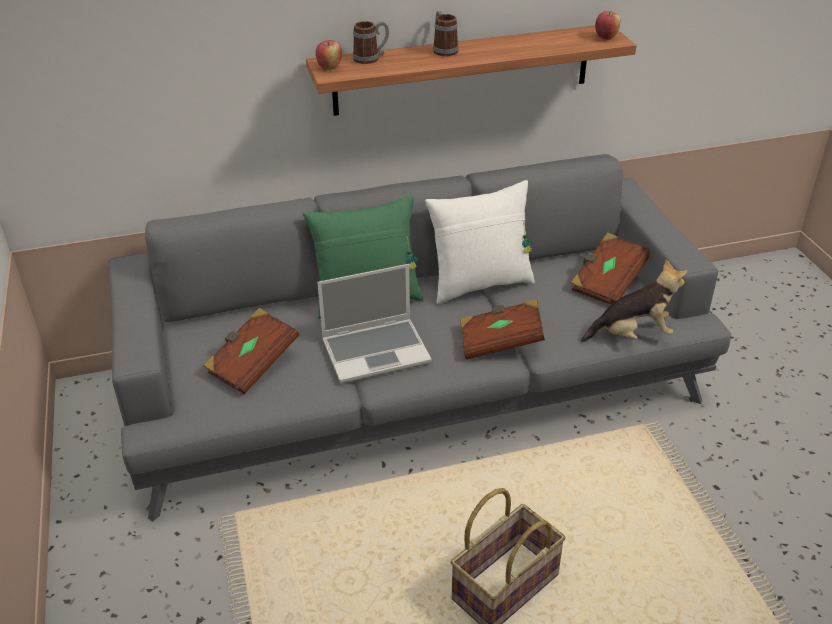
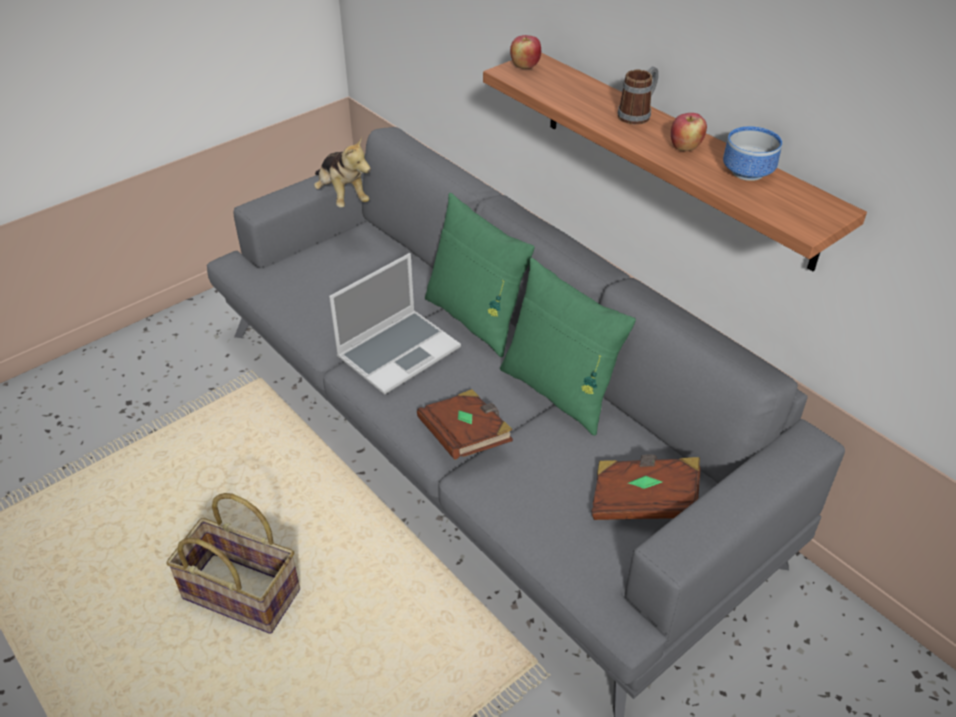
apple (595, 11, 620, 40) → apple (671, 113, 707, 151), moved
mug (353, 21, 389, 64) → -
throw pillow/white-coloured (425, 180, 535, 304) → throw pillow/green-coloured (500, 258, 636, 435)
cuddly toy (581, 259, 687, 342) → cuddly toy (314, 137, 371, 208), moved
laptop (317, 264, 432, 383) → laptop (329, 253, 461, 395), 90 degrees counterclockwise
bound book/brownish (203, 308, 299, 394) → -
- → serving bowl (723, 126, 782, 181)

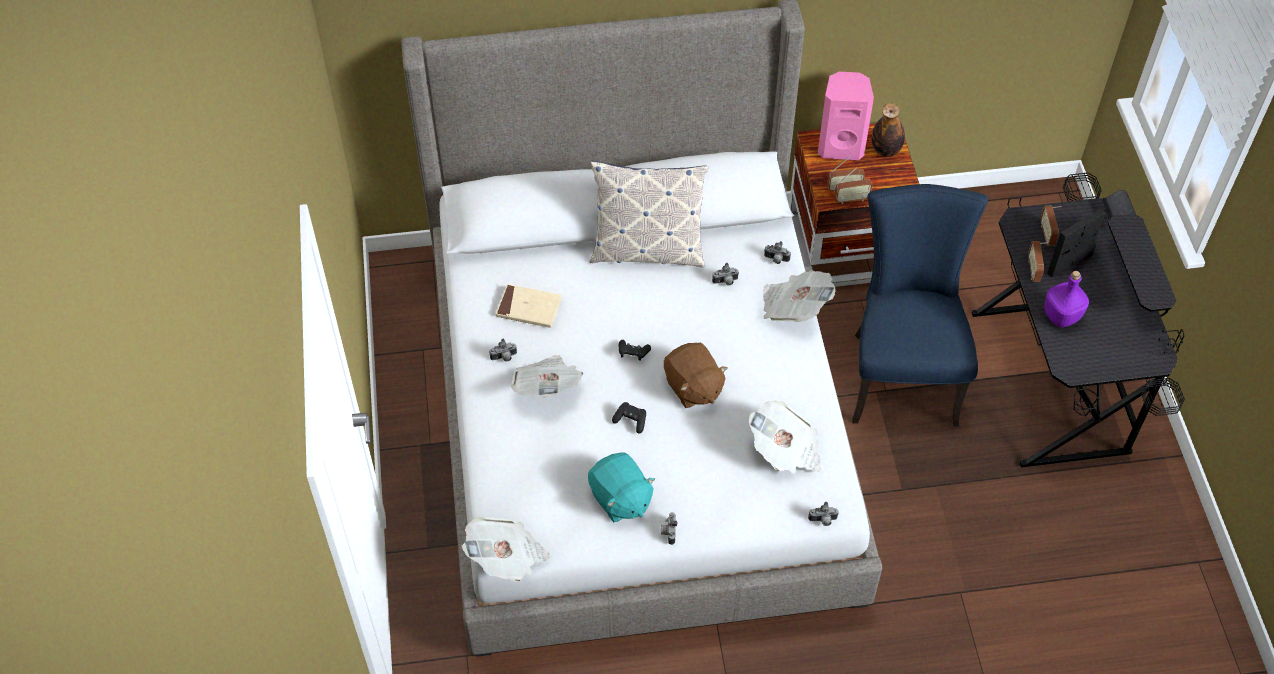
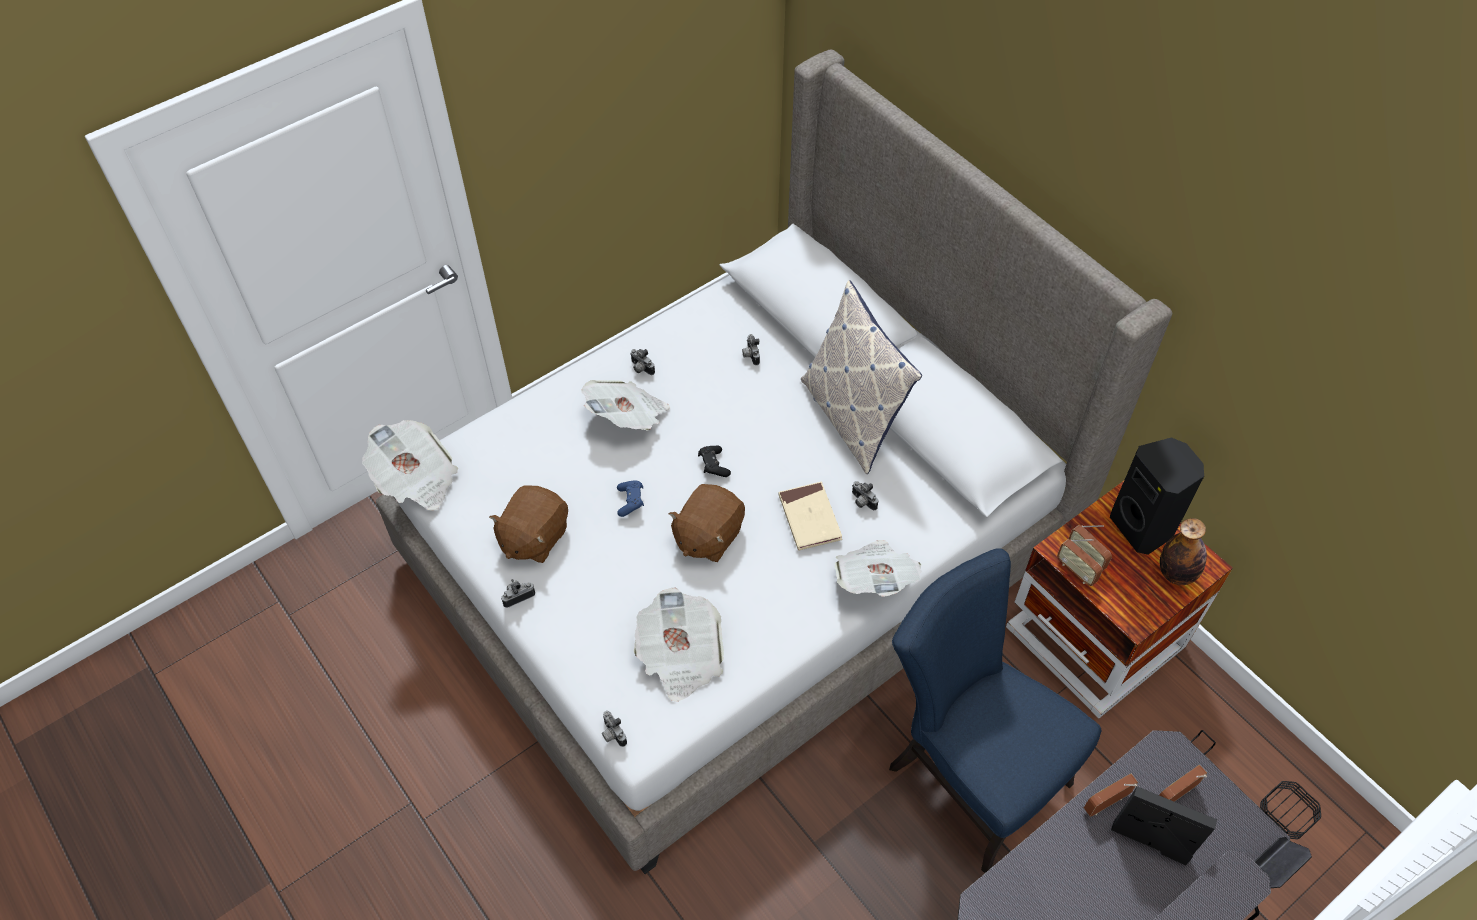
audio speaker/pink (818, 72, 874, 160) → audio speaker/blackish (1110, 437, 1204, 555)
plain chair/blue-coloured (852, 184, 988, 427) → plain chair/blue-coloured (889, 548, 1102, 873), 105 degrees counterclockwise
photo camera (764, 241, 791, 264) → photo camera (742, 334, 760, 365), moved
bottle/purple (1044, 271, 1089, 327) → -
bound book/sand-coloured (496, 284, 562, 328) → bound book/sand-coloured (779, 482, 842, 551), moved
gamepad/blackish (612, 402, 646, 434) → gamepad/blue-coloured (617, 481, 644, 517)
cuddly toy/turquoise-coloured (588, 453, 655, 522) → cuddly toy/brownish (489, 486, 568, 563)

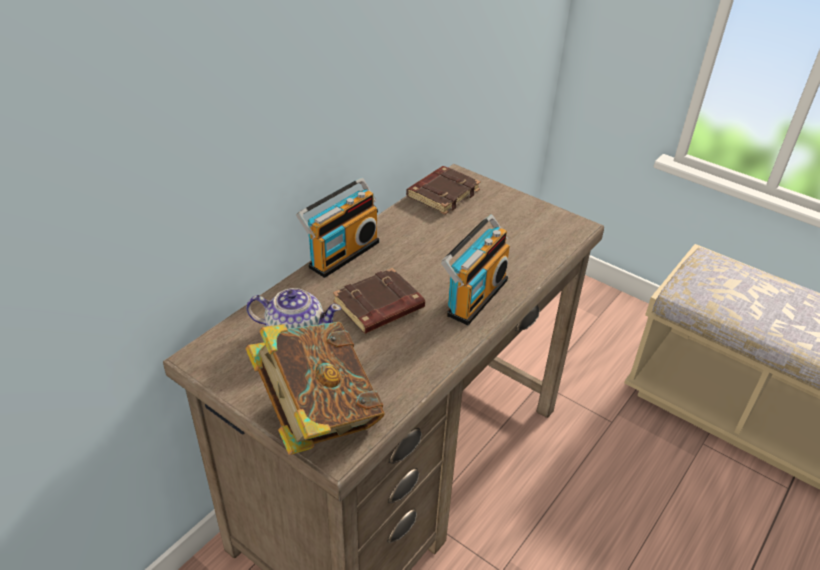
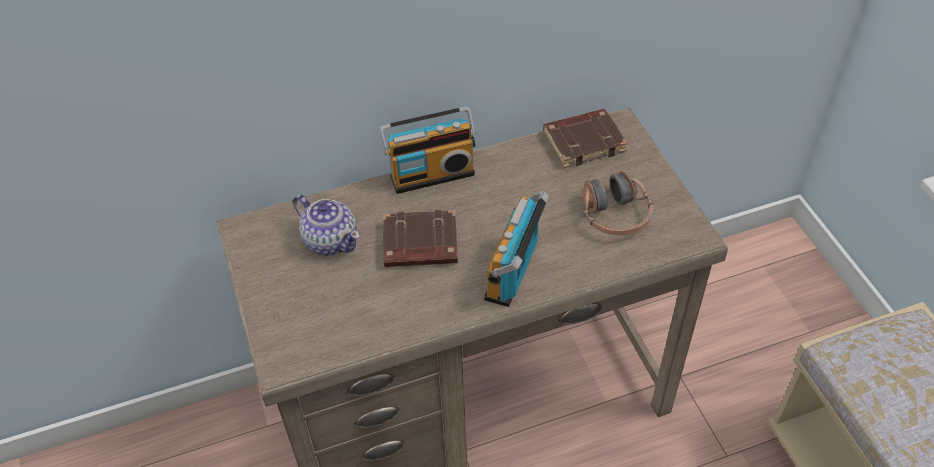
radio set (441, 215, 510, 325) → radio set (484, 191, 549, 307), 135 degrees clockwise
bound book (245, 322, 385, 455) → -
- → pair of headphones (582, 171, 653, 235)

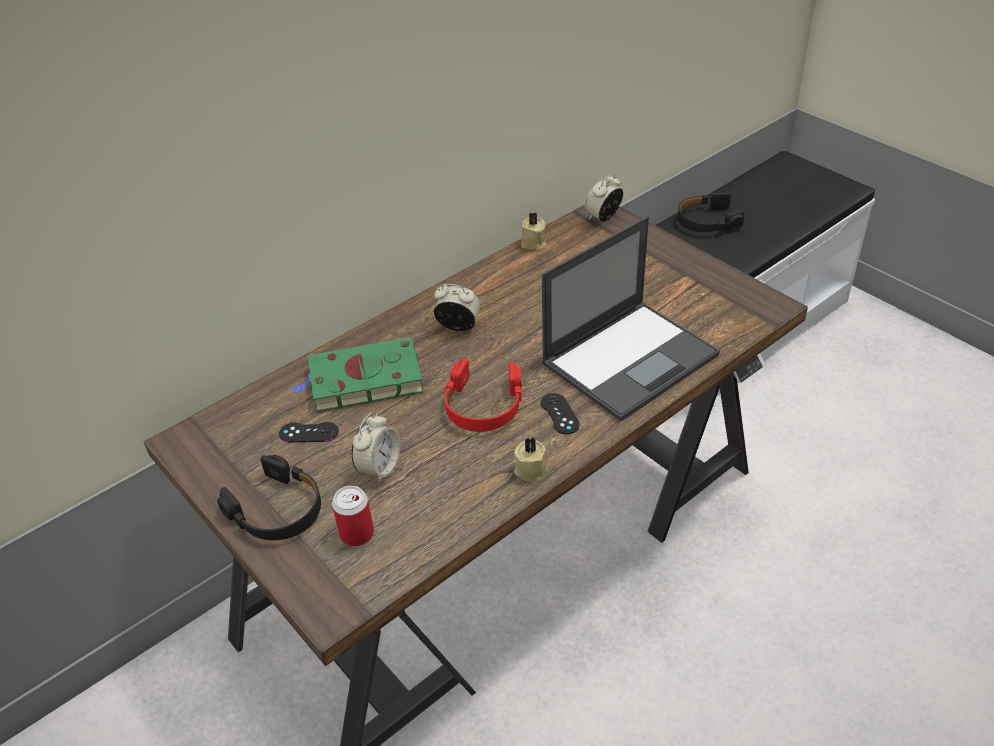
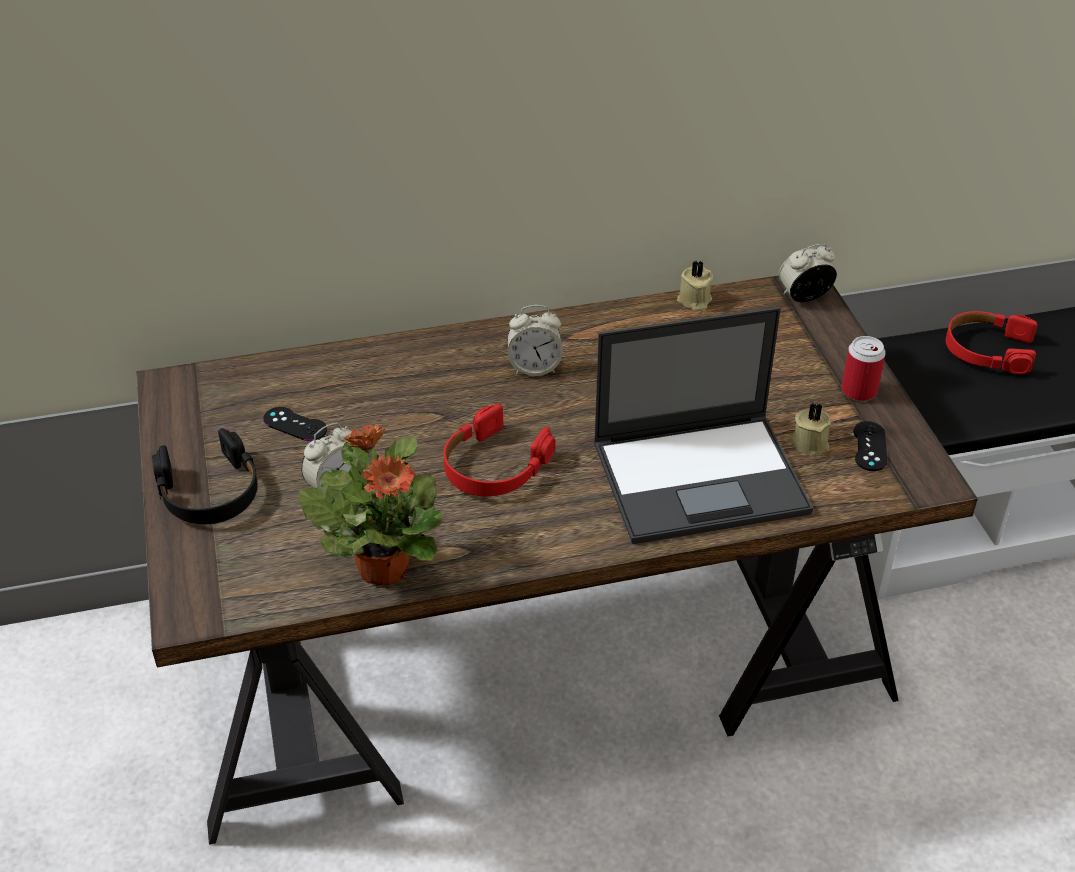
pair of headphones/blackish (677, 191, 744, 232) → pair of headphones/red-coloured (946, 311, 1037, 374)
alarm clock (434, 284, 481, 331) → alarm clock (507, 305, 563, 376), 135 degrees clockwise
bound book/green-coloured (291, 337, 423, 412) → -
gamepad/blackish (541, 393, 580, 434) → gamepad/blackish (854, 421, 887, 471), moved
wax light/sand-coloured (514, 437, 548, 482) → wax light/sand-coloured (790, 403, 831, 457), moved
sealed can (332, 486, 374, 546) → sealed can (841, 336, 886, 401), moved
- → houseplant (297, 425, 443, 586)

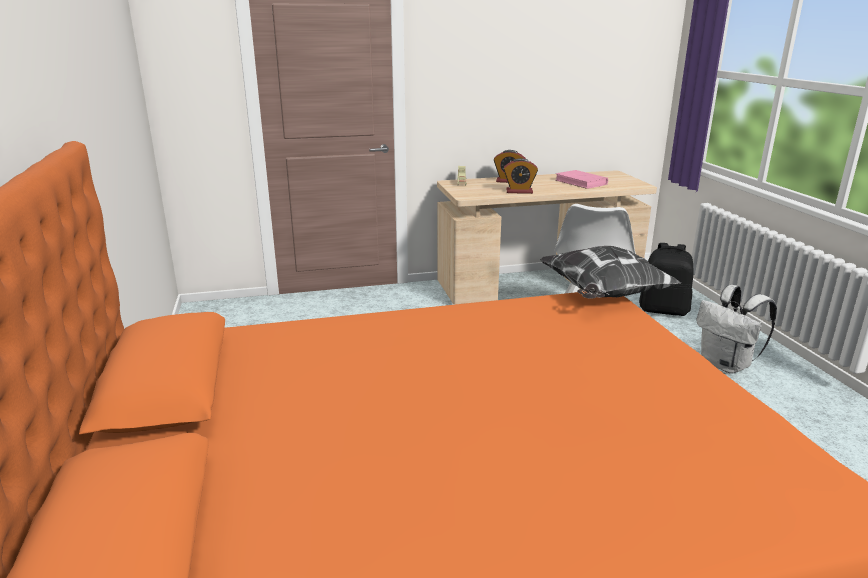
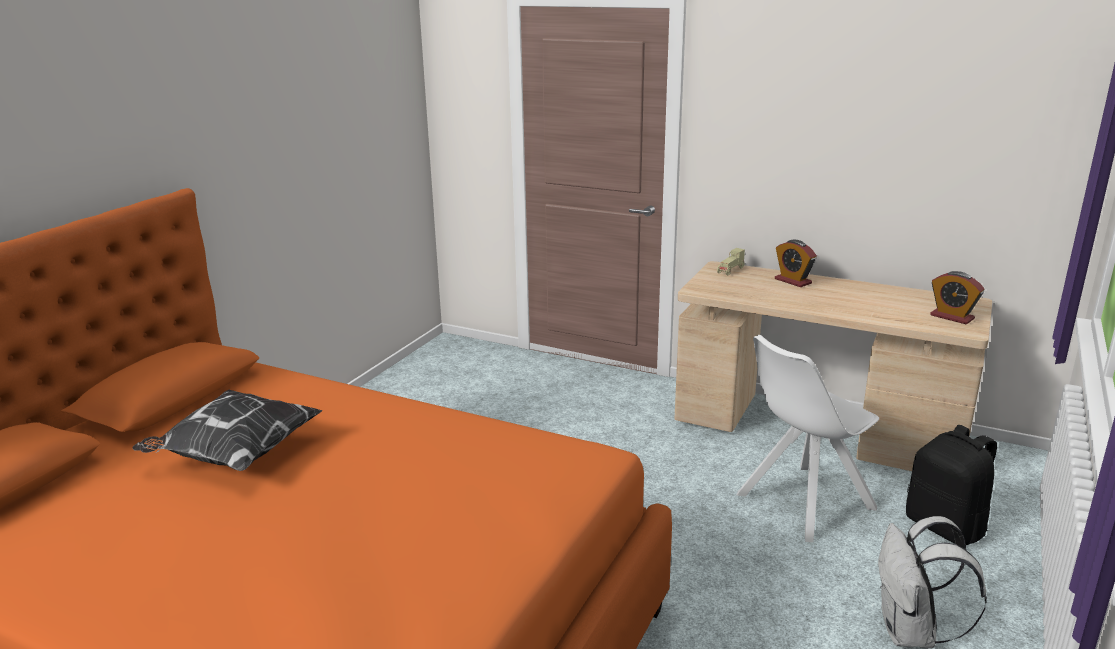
alarm clock (504, 158, 538, 194) → alarm clock (930, 271, 985, 324), moved
bound book/pink (556, 170, 608, 189) → -
throw pillow (540, 246, 681, 299) → throw pillow (132, 390, 323, 471), moved

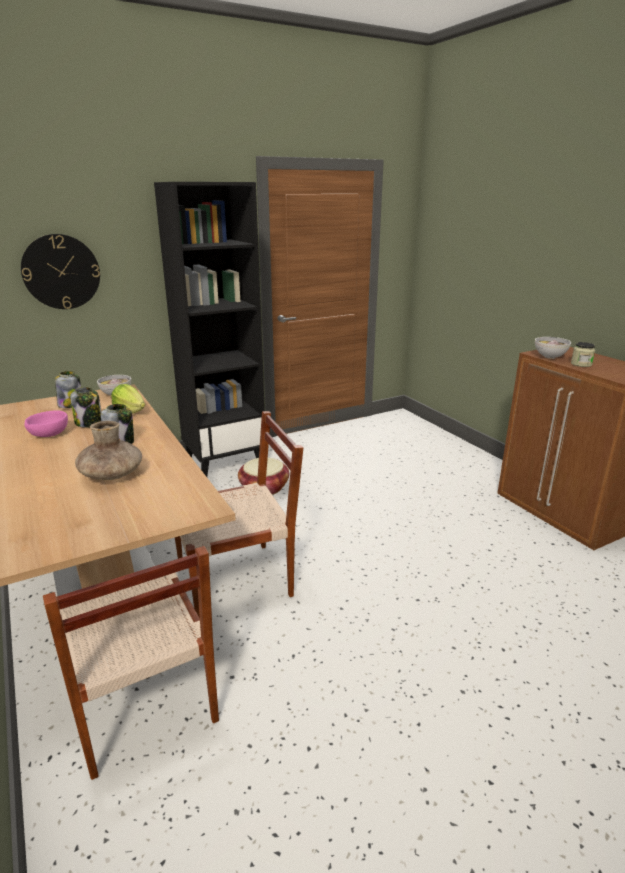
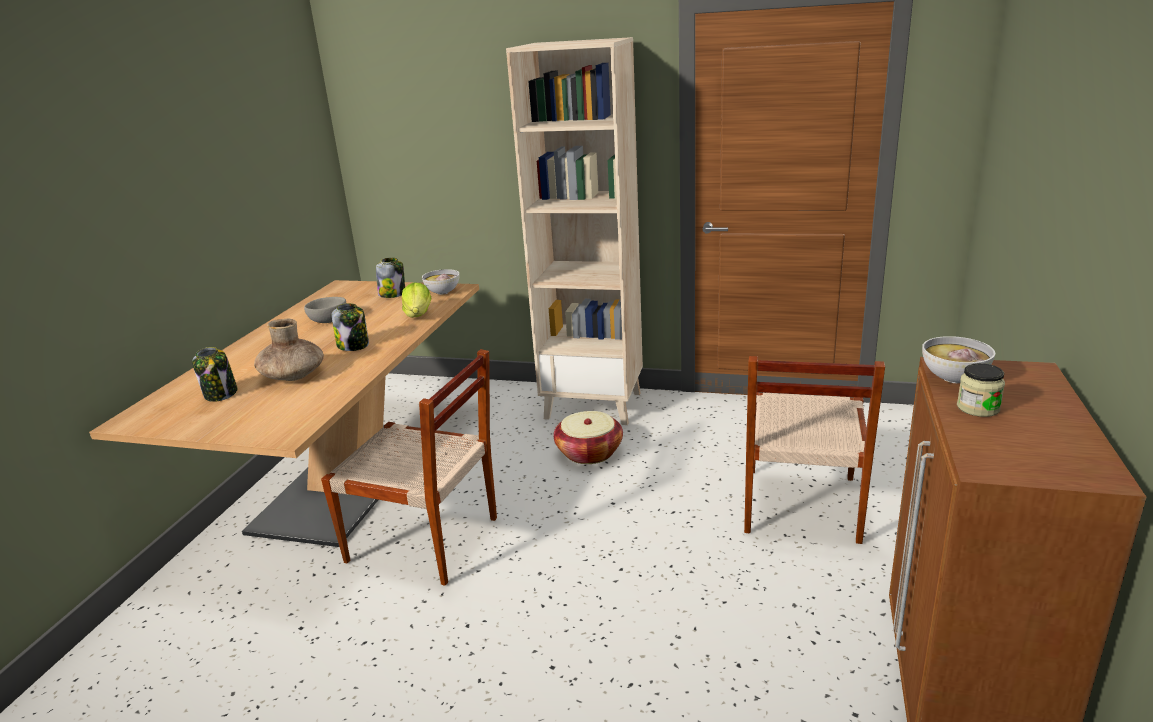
bookcase/blackish (154, 182, 265, 477) → bookcase/sand-coloured (506, 37, 643, 425)
wall clock (21, 234, 100, 309) → -
preserve jar (70, 387, 101, 428) → preserve jar (192, 347, 238, 402), moved
serving bowl/pink (24, 410, 68, 437) → serving bowl/greyish (304, 297, 346, 323)
plain chair (43, 546, 219, 780) → plain chair (744, 356, 885, 544), moved

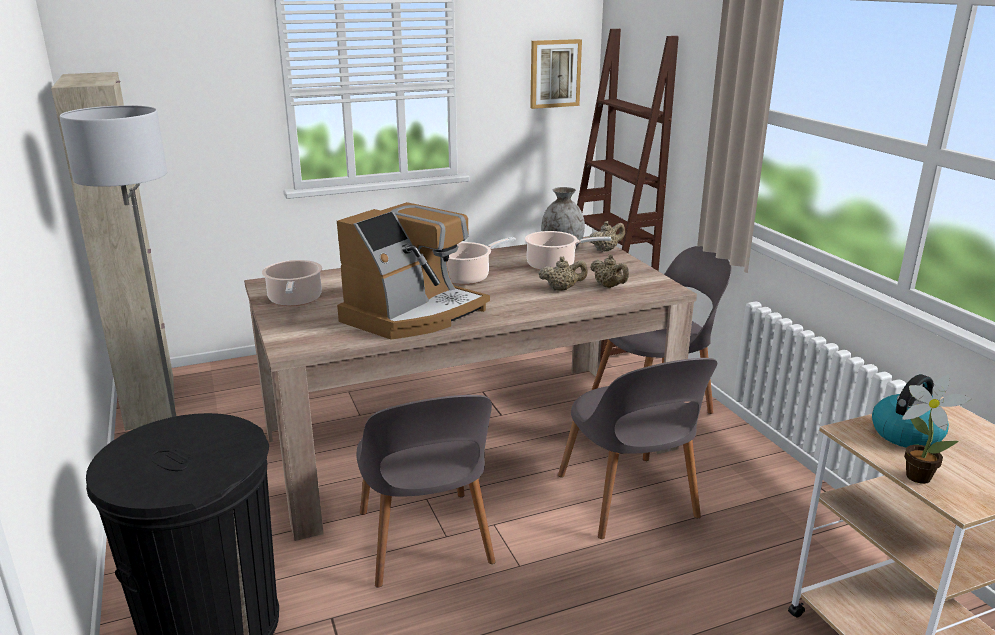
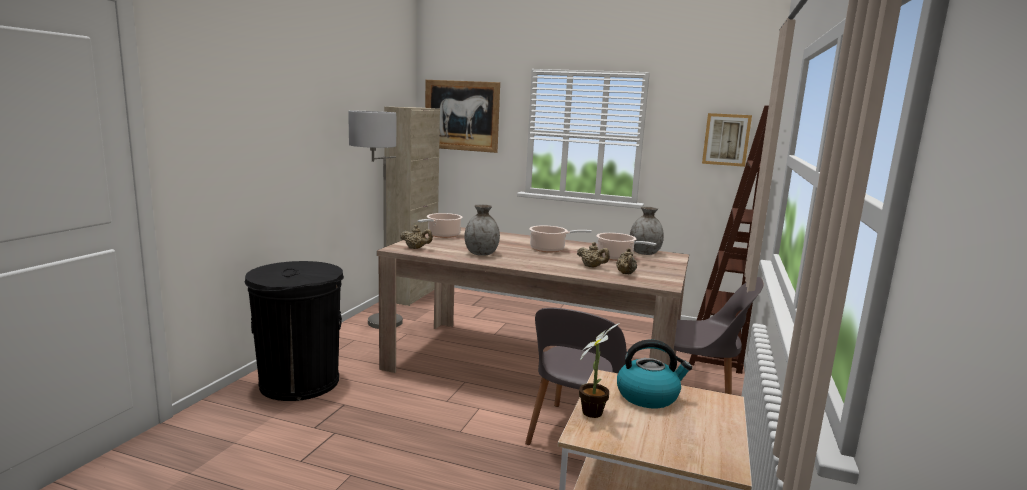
coffee machine (337, 202, 490, 340) → vase/greyish (464, 204, 500, 256)
tea pot/sand-coloured (589, 221, 625, 252) → tea pot/sand-coloured (400, 225, 433, 249), moved
plain chair/greyish (356, 395, 495, 587) → -
- → wall art (425, 80, 500, 153)

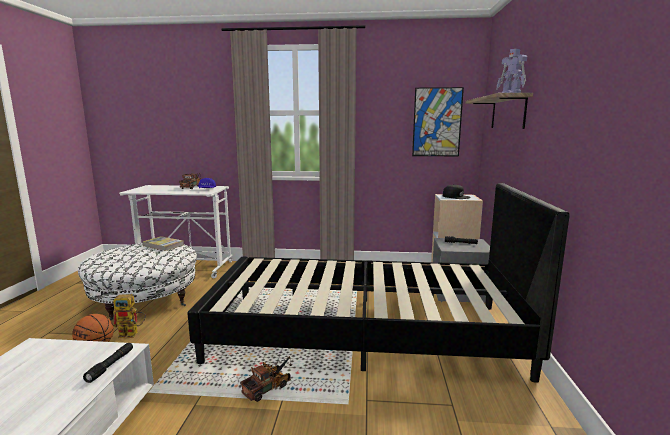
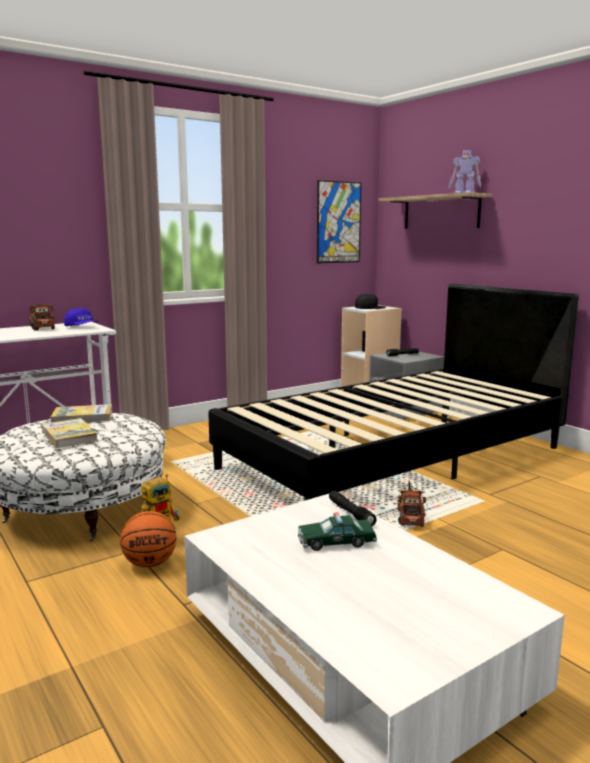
- → bound book (42, 418, 98, 448)
- → miniature car (298, 512, 377, 551)

